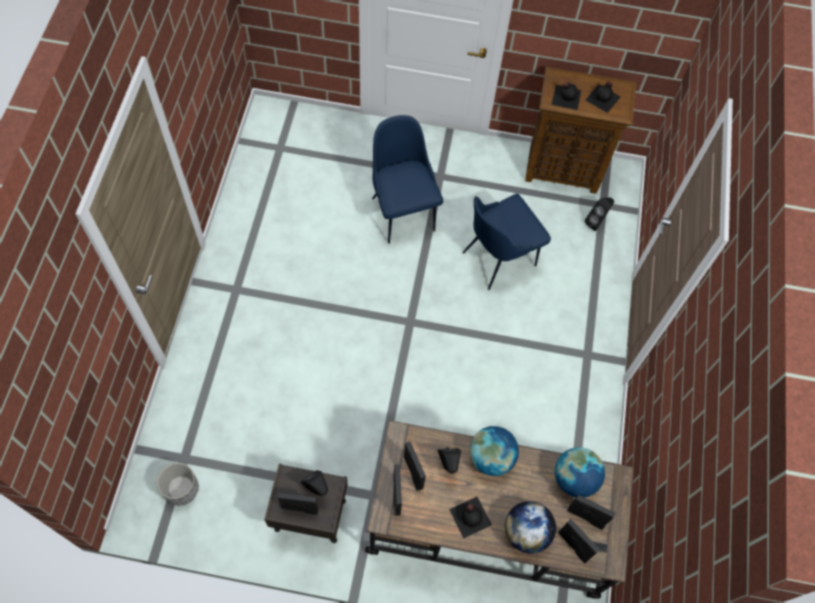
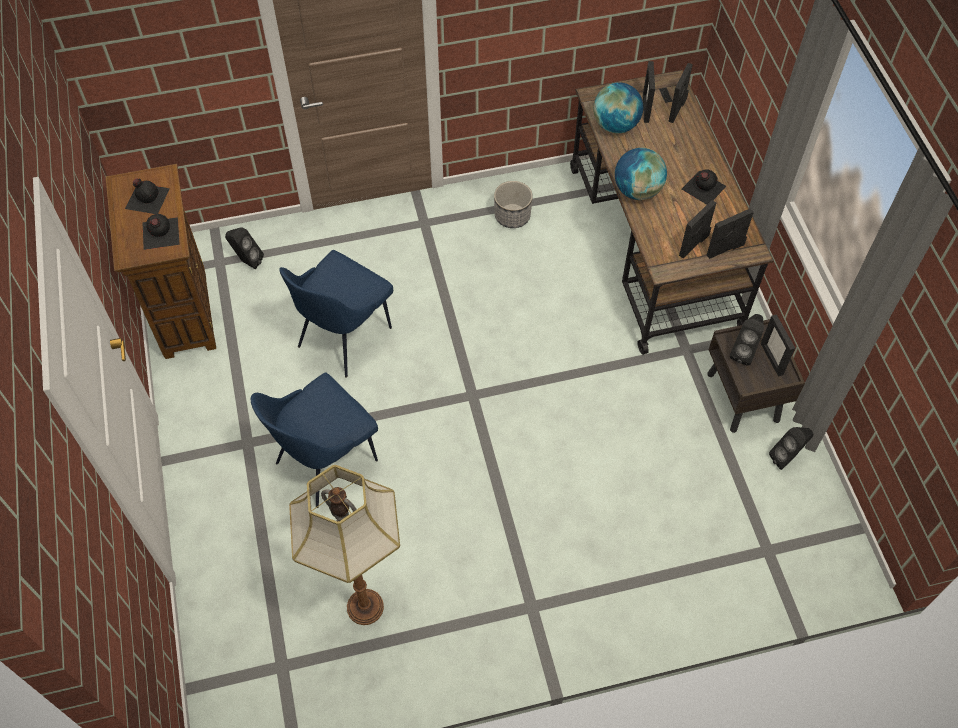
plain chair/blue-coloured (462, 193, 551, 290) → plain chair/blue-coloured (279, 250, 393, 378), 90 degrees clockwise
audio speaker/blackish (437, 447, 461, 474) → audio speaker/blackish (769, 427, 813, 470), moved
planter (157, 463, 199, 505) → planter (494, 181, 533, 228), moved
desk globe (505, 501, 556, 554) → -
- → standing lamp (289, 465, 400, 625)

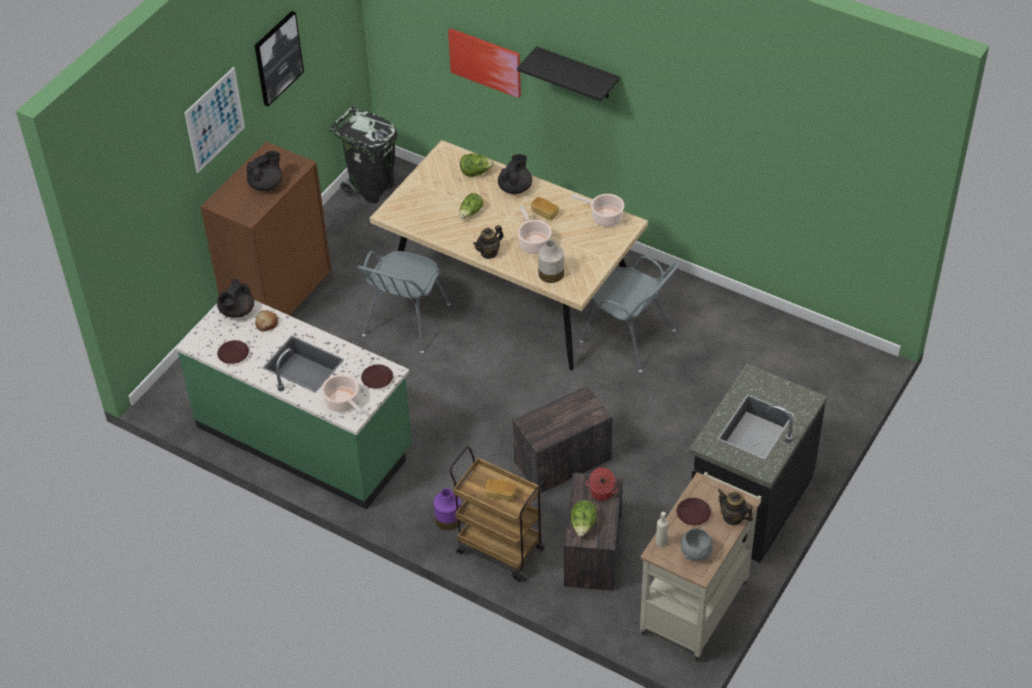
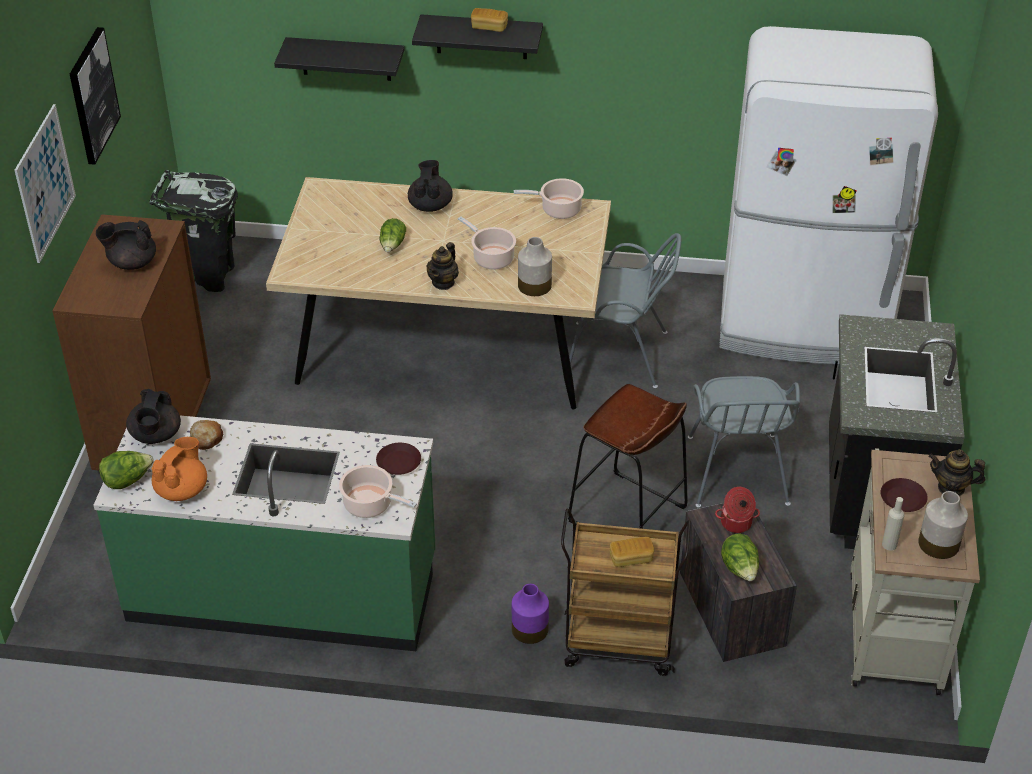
wall art (448, 28, 521, 98) → bracket shelf/blackish (274, 37, 405, 81)
tea pot/blackish (246, 151, 282, 191) → tea pot/blackish (96, 220, 156, 270), 120 degrees counterclockwise
head of lettuce (460, 153, 494, 177) → head of lettuce (99, 451, 154, 489), moved
bread (531, 197, 559, 220) → bread (471, 8, 508, 32), moved
plain chair/greyish (358, 251, 450, 353) → plain chair/greyish (688, 376, 800, 508), moved
plate/brownish (217, 340, 249, 364) → tea pot/orange (152, 437, 207, 501)
packing crate (513, 386, 612, 493) → sitting stool/brownish (568, 384, 688, 529)
serving bowl/greyish (681, 528, 713, 561) → vase/sand-coloured (918, 491, 968, 559)
- → kitchen fridge/white-coloured (719, 26, 938, 364)

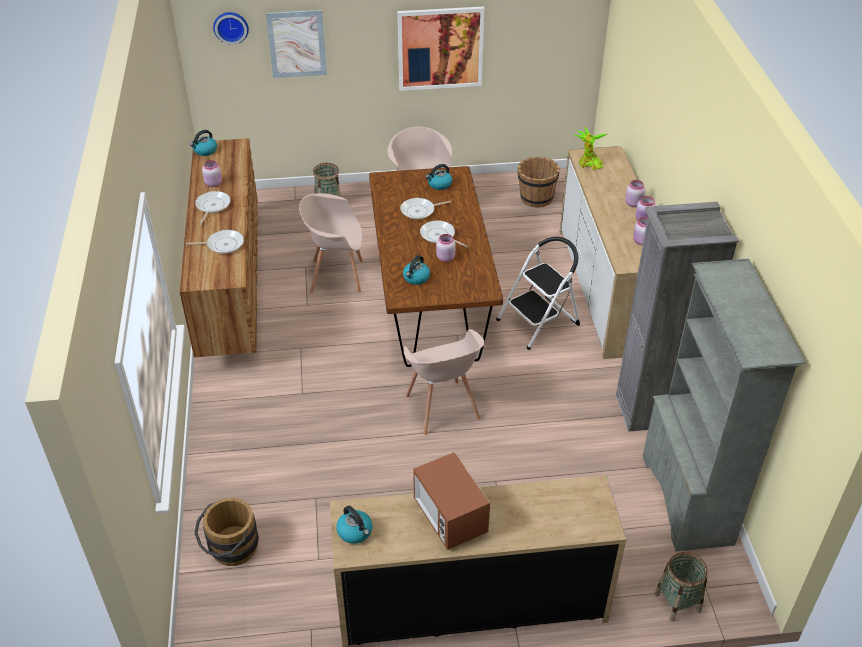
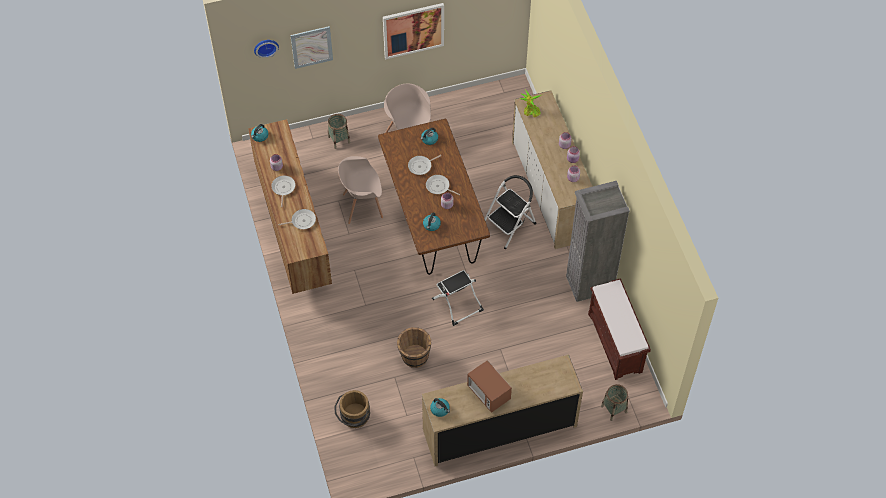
pail/brownish (517, 157, 560, 208) → pail/brownish (397, 327, 431, 368), moved
bookcase/greyish (643, 259, 806, 551) → indoor bench/brownish (588, 278, 651, 380)
plain chair/sand-coloured (404, 329, 484, 435) → stepladder (432, 270, 484, 326)

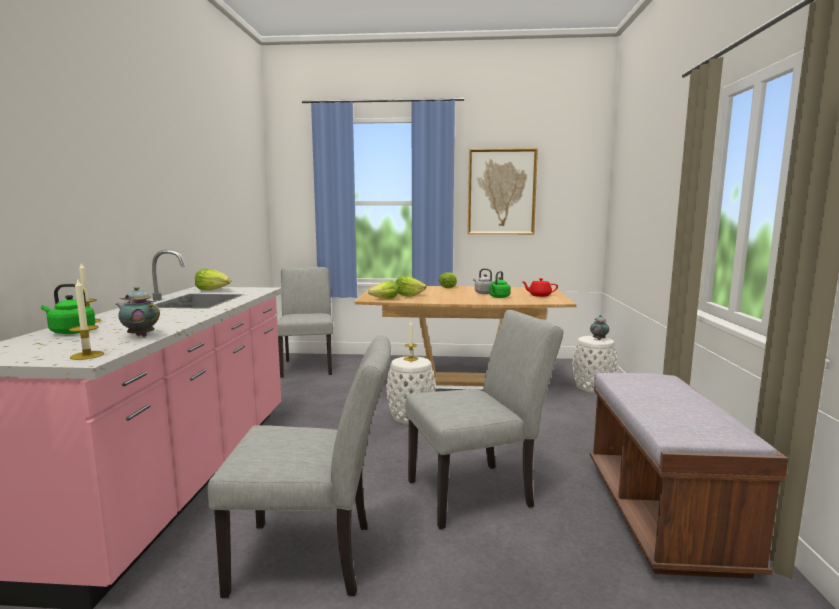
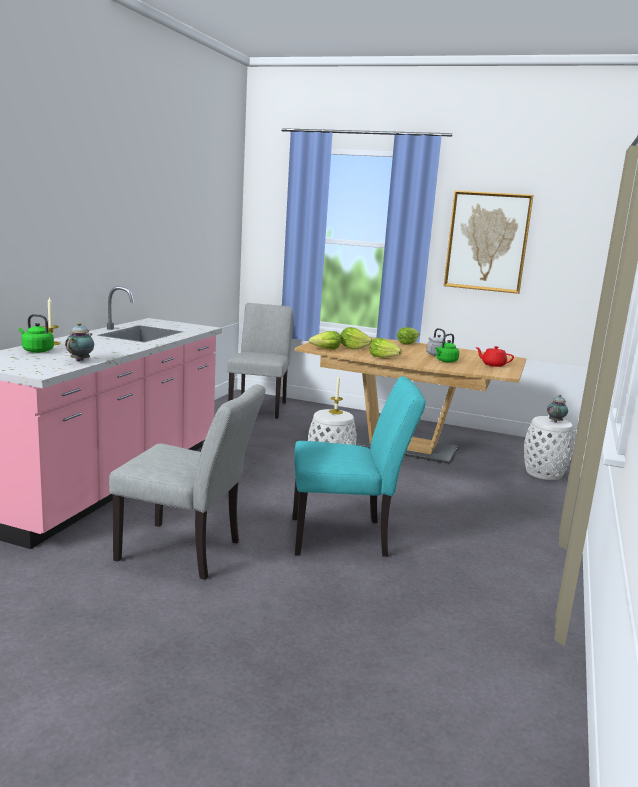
head of lettuce (195, 269, 231, 290) → head of lettuce (369, 338, 402, 358), moved
wax light (69, 280, 104, 360) → -
tea pot (116, 286, 160, 337) → tea pot (65, 323, 94, 362), 60 degrees clockwise
plain chair/greyish (406, 310, 564, 530) → plain chair/turquoise-coloured (292, 376, 426, 557)
indoor bench/brownish (590, 373, 788, 579) → -

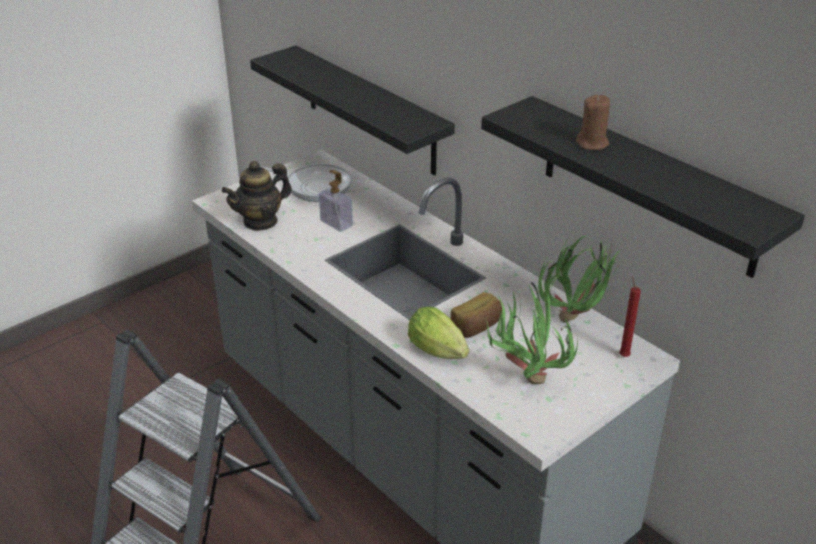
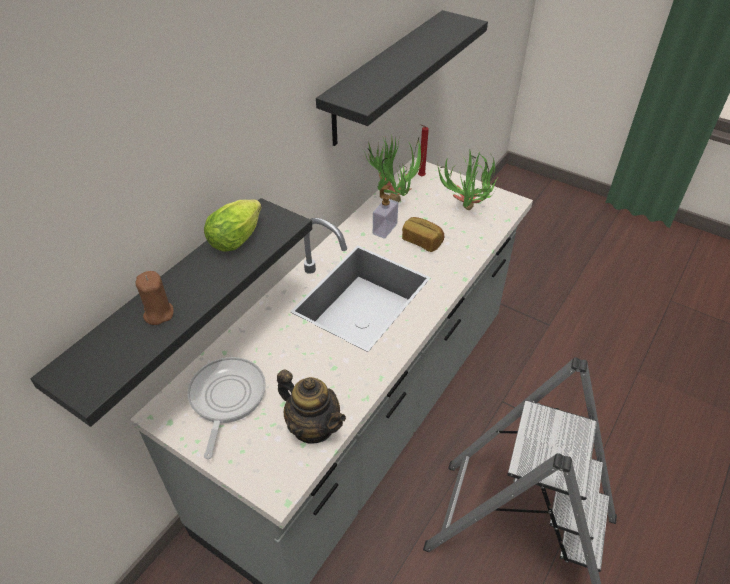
wax light/brownish (576, 95, 610, 150) → wax light/brownish (135, 271, 174, 325), moved
soap dispenser (319, 170, 353, 232) → soap dispenser (373, 185, 398, 238), moved
head of lettuce (408, 306, 469, 359) → head of lettuce (204, 200, 262, 252), moved

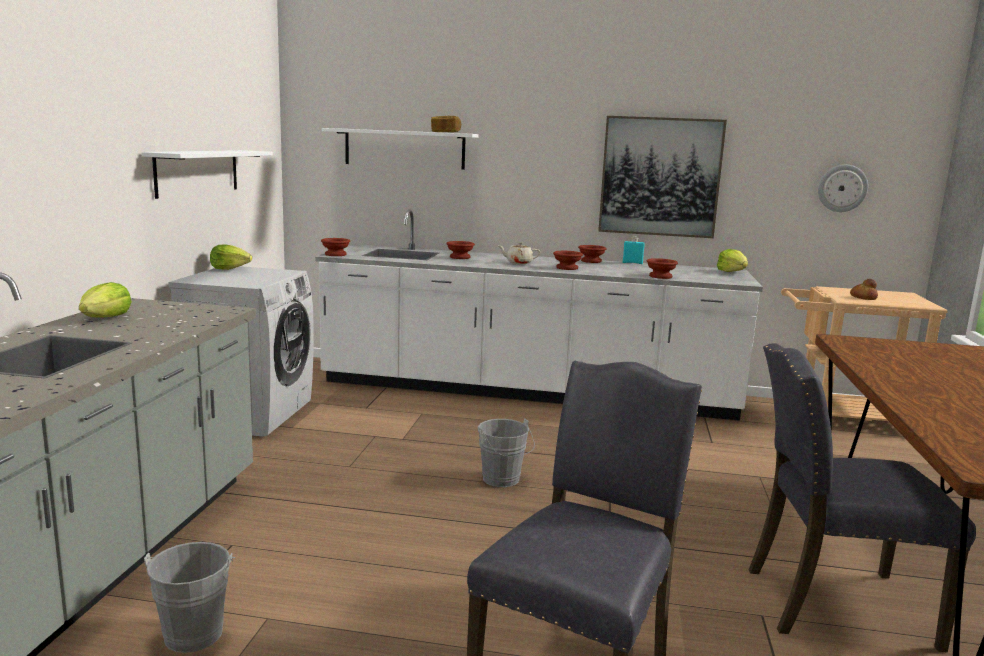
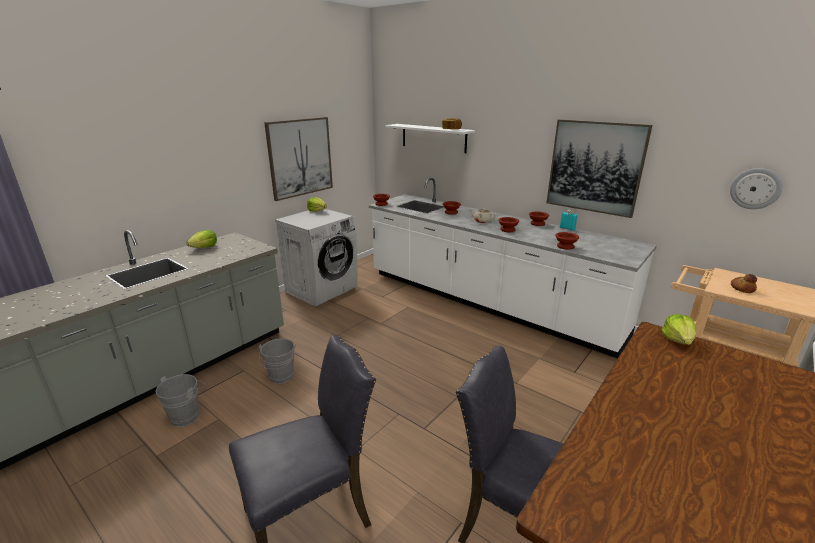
bracket shelf/white-coloured (141, 150, 273, 199) → wall art (264, 117, 333, 201)
head of lettuce (717, 249, 748, 272) → head of lettuce (662, 314, 696, 345), moved
pail/greyish (478, 418, 535, 487) → pail/greyish (259, 338, 295, 384), moved

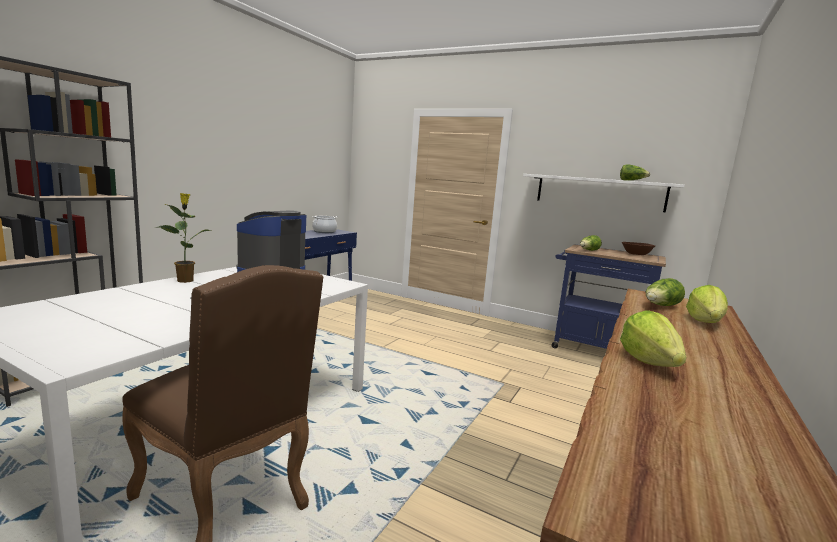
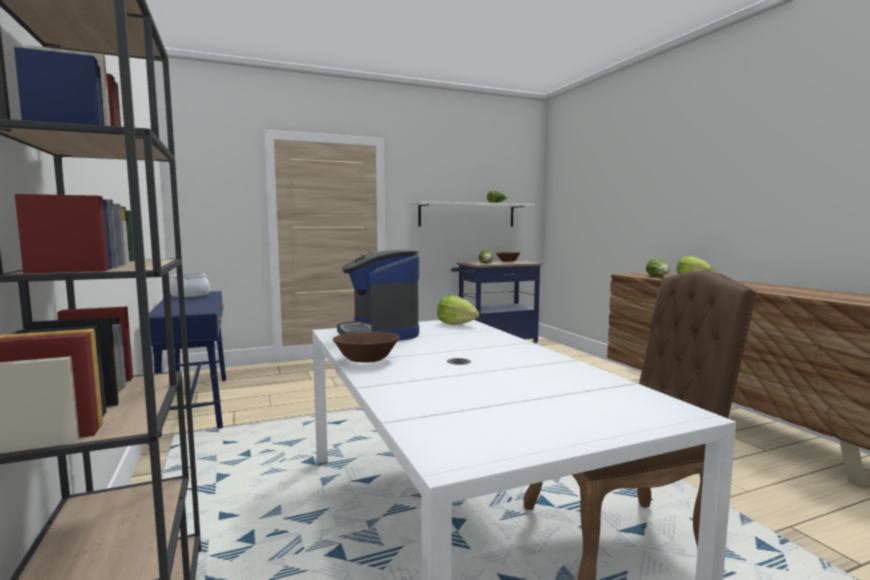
houseplant (155, 193, 212, 283) → serving bowl/brownish (333, 332, 400, 363)
head of lettuce (620, 310, 686, 367) → head of lettuce (437, 295, 479, 325), moved

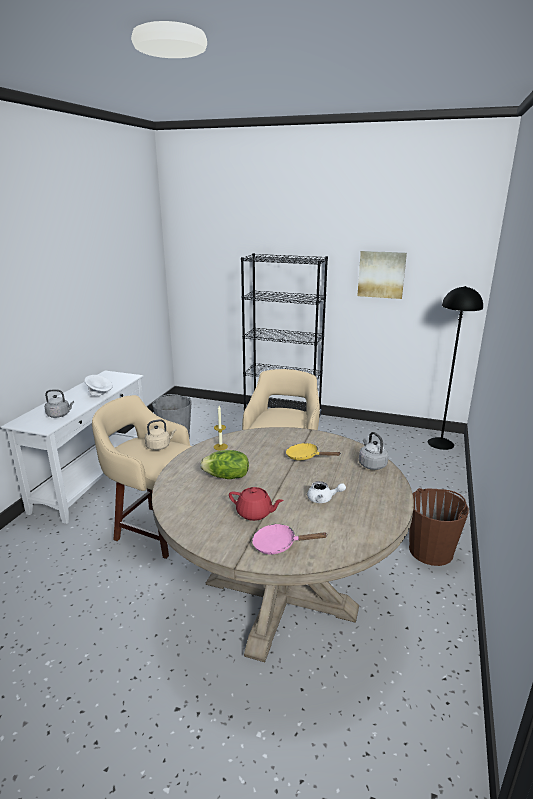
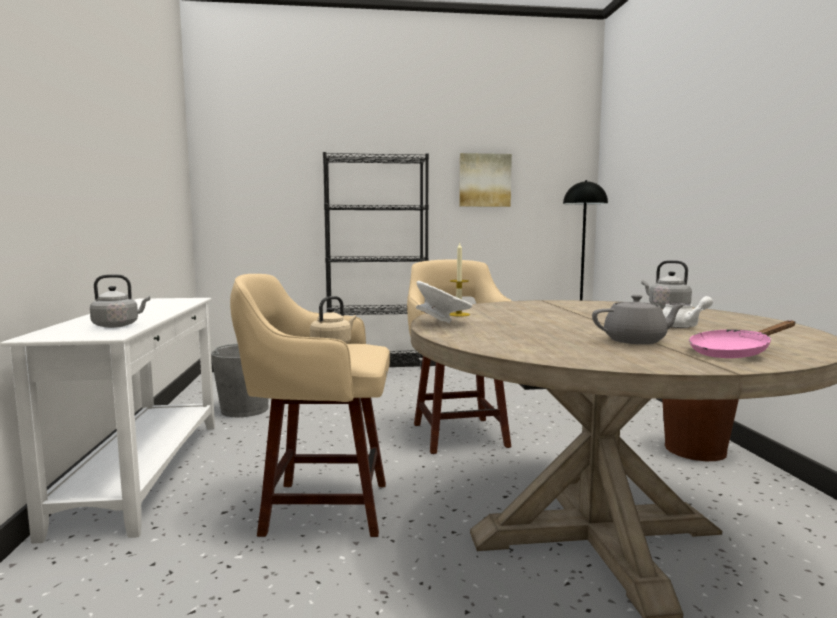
serving bowl/white-coloured (84, 375, 113, 396) → serving bowl/white-coloured (416, 281, 472, 323), moved
frying pan/yellow-coloured (286, 443, 340, 460) → -
head of lettuce (200, 450, 249, 479) → -
tea pot/red-coloured (229, 487, 284, 521) → tea pot/greyish (592, 295, 685, 344)

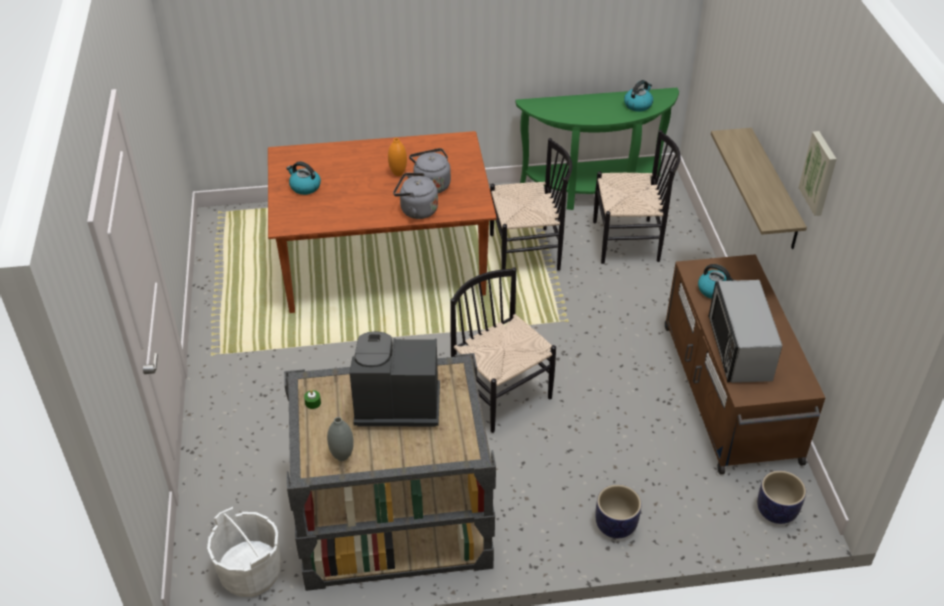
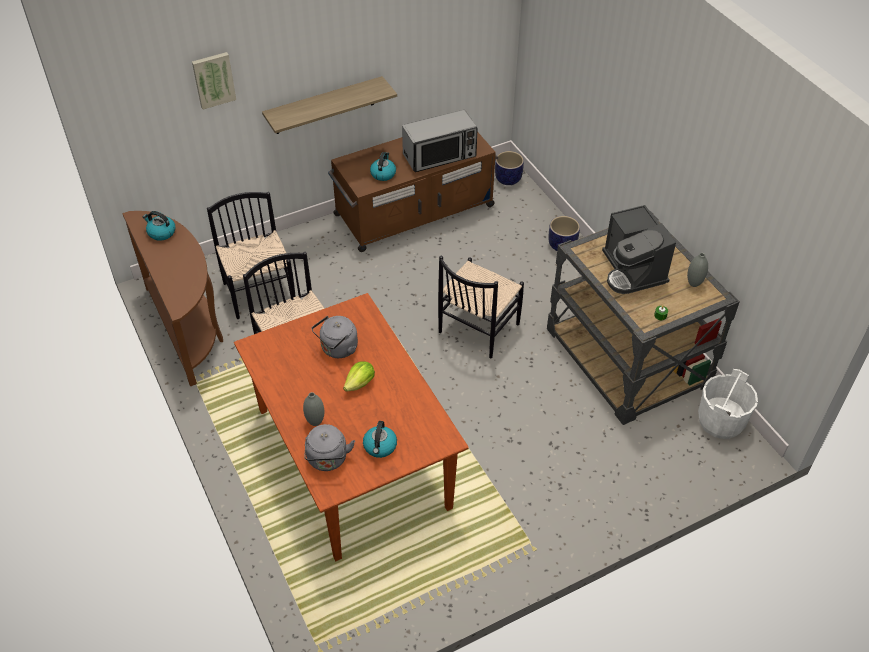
narrow table/green-coloured (515, 88, 679, 210) → narrow table/brownish (122, 211, 223, 386)
wall art (798, 131, 836, 216) → wall art (192, 52, 236, 110), moved
vase/orange (388, 138, 407, 176) → -
water kettle/greyish (393, 173, 438, 219) → water kettle/greyish (304, 424, 355, 471), moved
- → head of lettuce (343, 362, 375, 392)
- → vase/greyish (303, 392, 324, 426)

